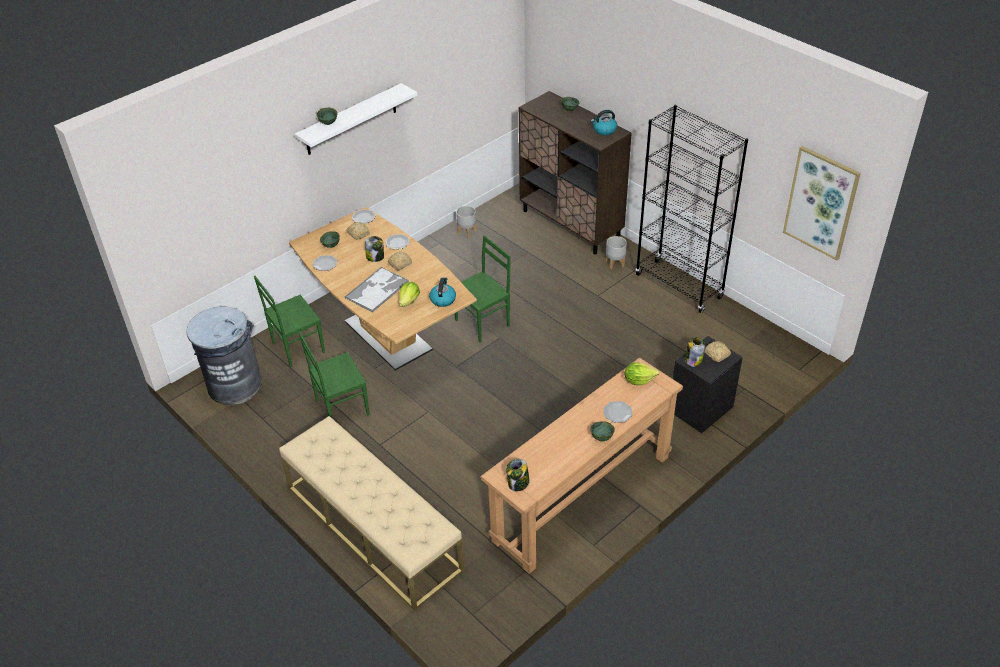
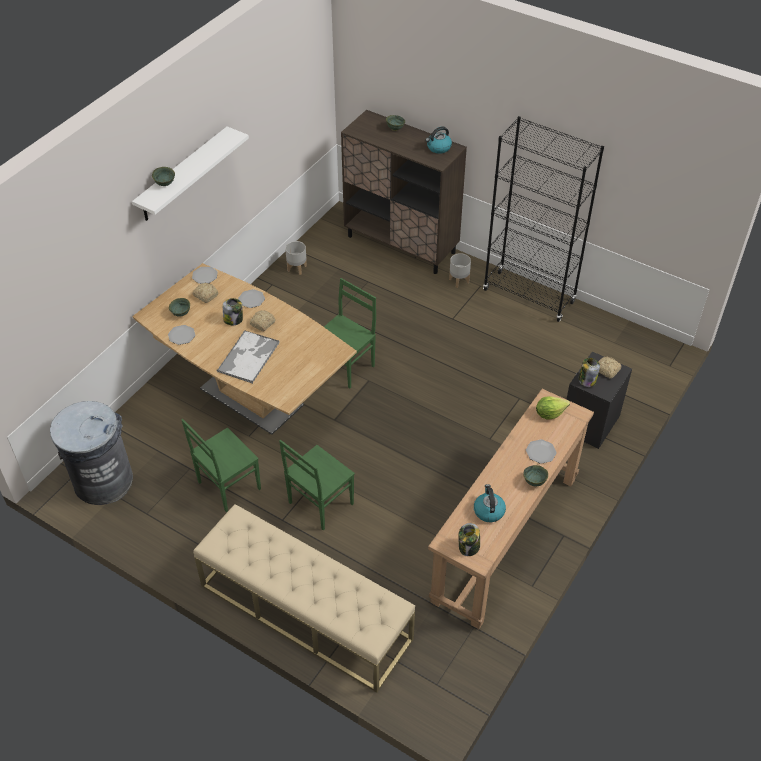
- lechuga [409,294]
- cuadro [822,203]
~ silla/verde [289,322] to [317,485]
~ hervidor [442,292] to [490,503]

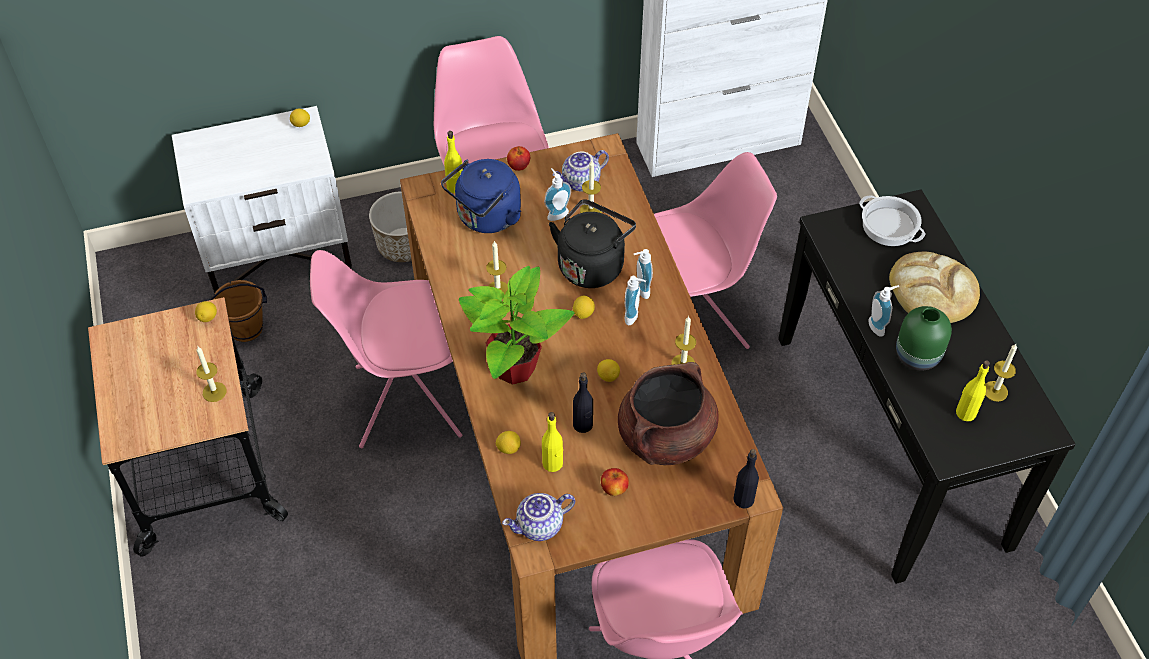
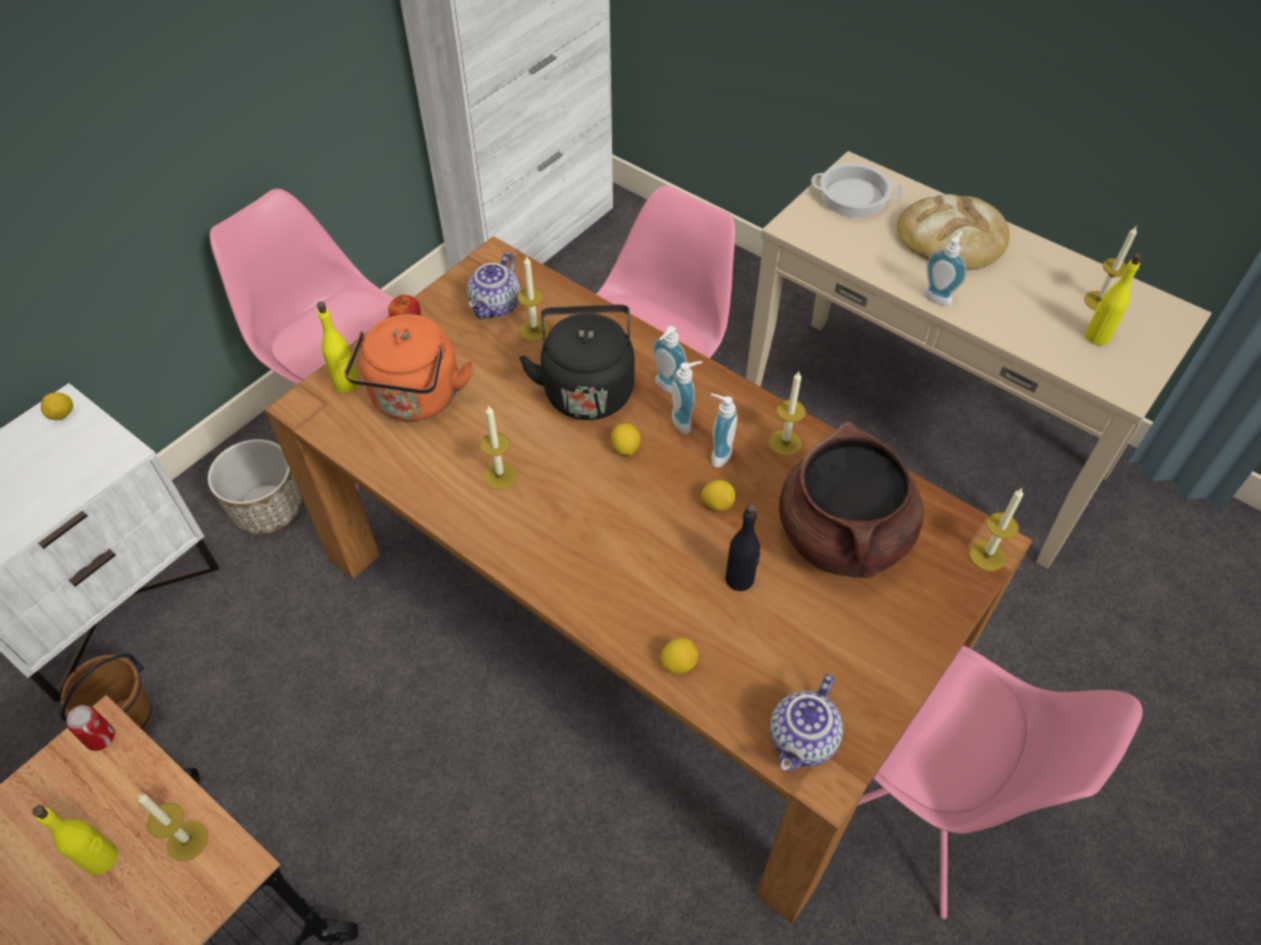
- silla/rosa [386,349]
- planta en maceta [517,325]
- manzana [615,482]
- florero/verde [924,338]
~ botella/amarillo [552,442] to [75,840]
~ dispensador de jabón [557,194] to [724,430]
~ limón [206,311] to lata [90,728]
~ botella/negro [746,479] to vela [996,529]
~ hervidor/azul [481,196] to hervidor/naranja [408,367]
~ mesa consola/negro [927,386] to mesa consola/beis [978,360]

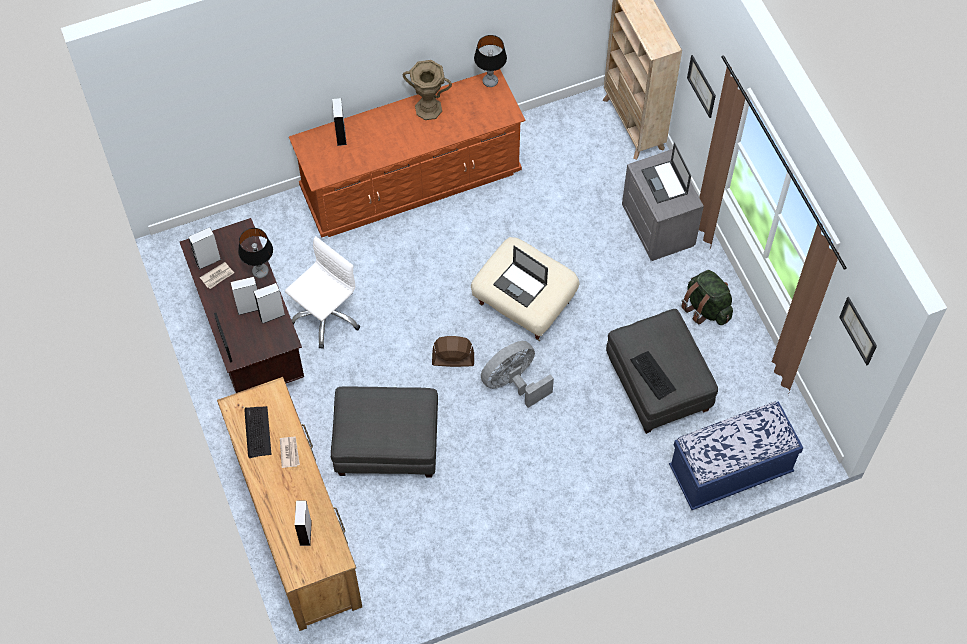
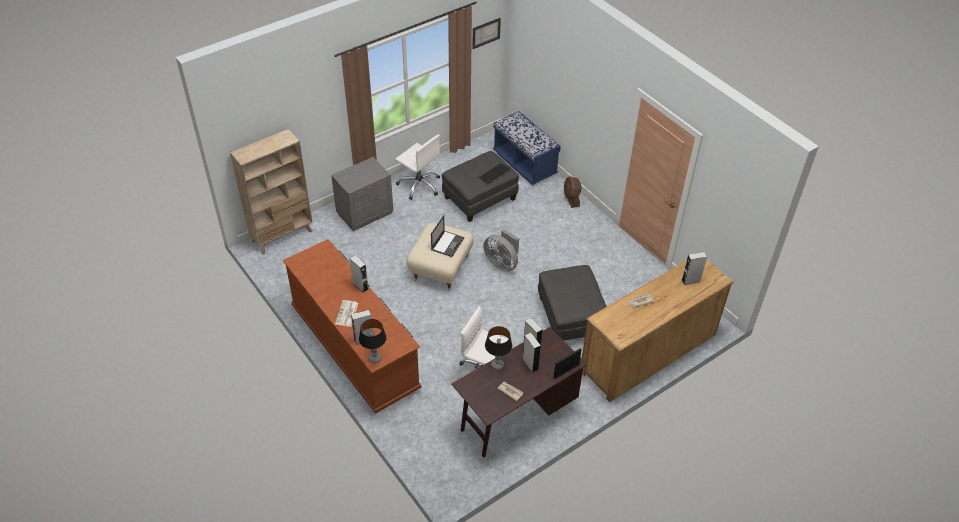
- teclado [258,432]
- florero/marrón [427,90]
- portátil [666,173]
- cuadro [701,86]
+ periódico [346,313]
~ altavoz/gris [204,248] to [359,274]
~ ventilador/marrón [453,351] to [572,192]
~ lámpara de mesa [490,61] to [373,341]
~ mochila/verde [707,297] to silla de oficina/blanco [418,167]

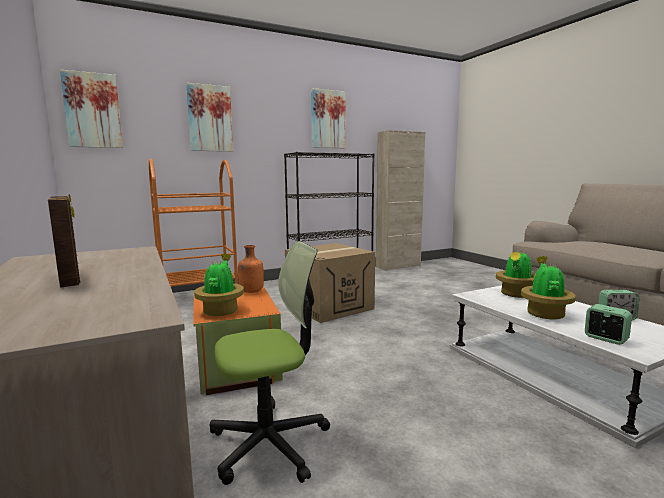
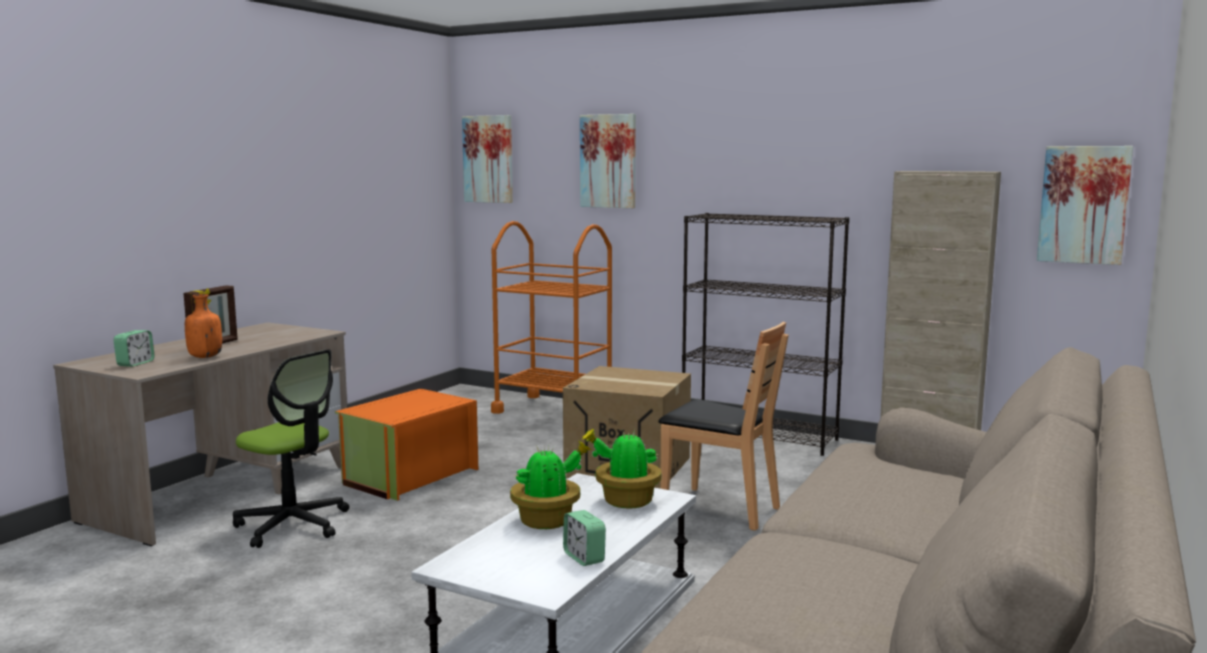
- planta en maceta [219,284]
+ silla/marrón [723,426]
~ botella/naranja [251,269] to [203,326]
~ cuadro [328,118] to [1085,205]
~ despertador [608,324] to [134,348]

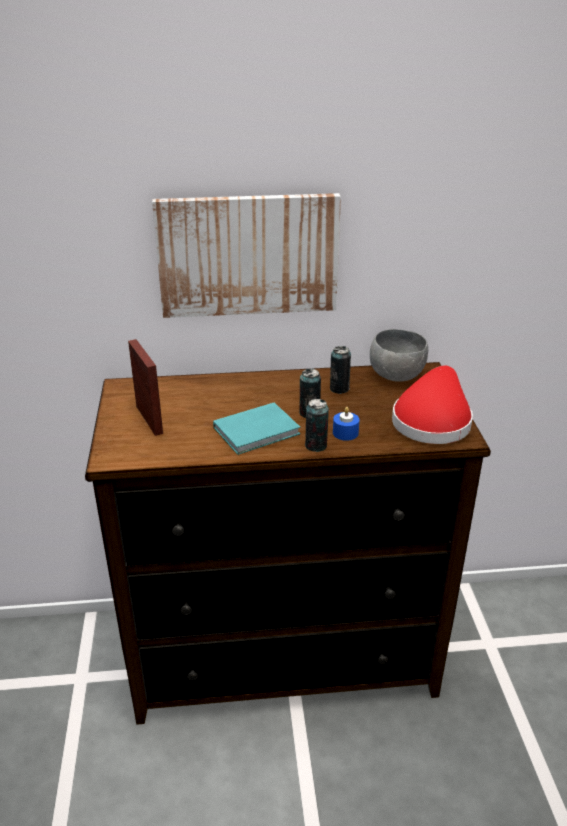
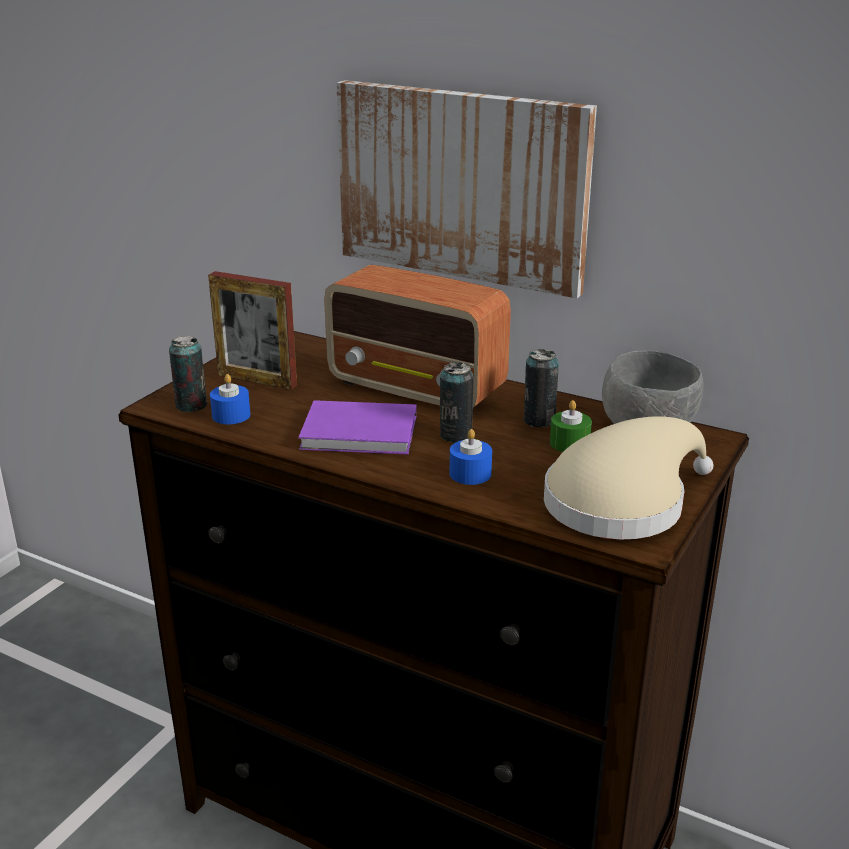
+ vela/azul [230,399]
+ radio [417,336]
+ vela/verde [571,426]
~ lata [317,425] to [188,374]
~ libro/turquesa [256,429] to libro/morado [357,427]
~ sombrero/rojo [432,404] to sombrero/beis [628,477]
~ portarretratos [145,387] = [252,330] 105 degrees clockwise

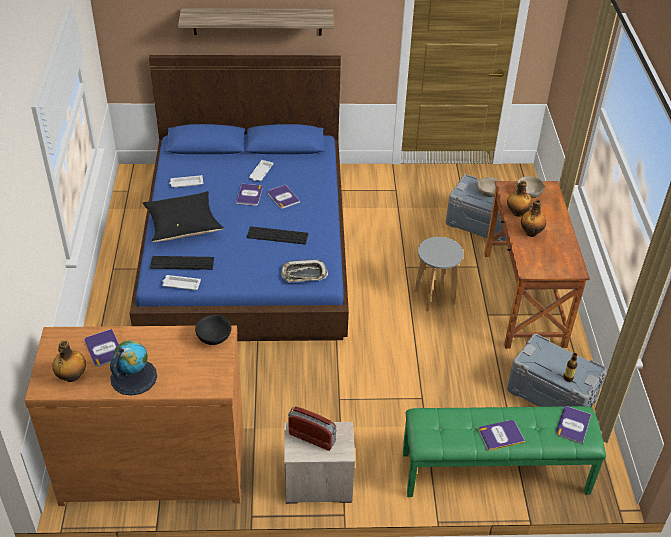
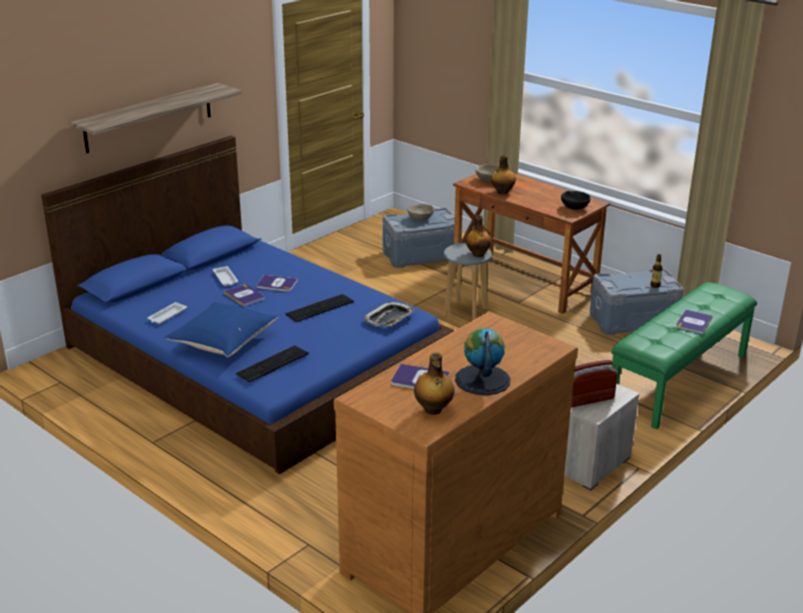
- bandeja/blanco [182,282]
- libro [573,425]
~ cuenco/negro [213,330] to [576,200]
~ botella [533,218] to [478,236]
~ cojín/negro [183,216] to cojín/azul [221,329]

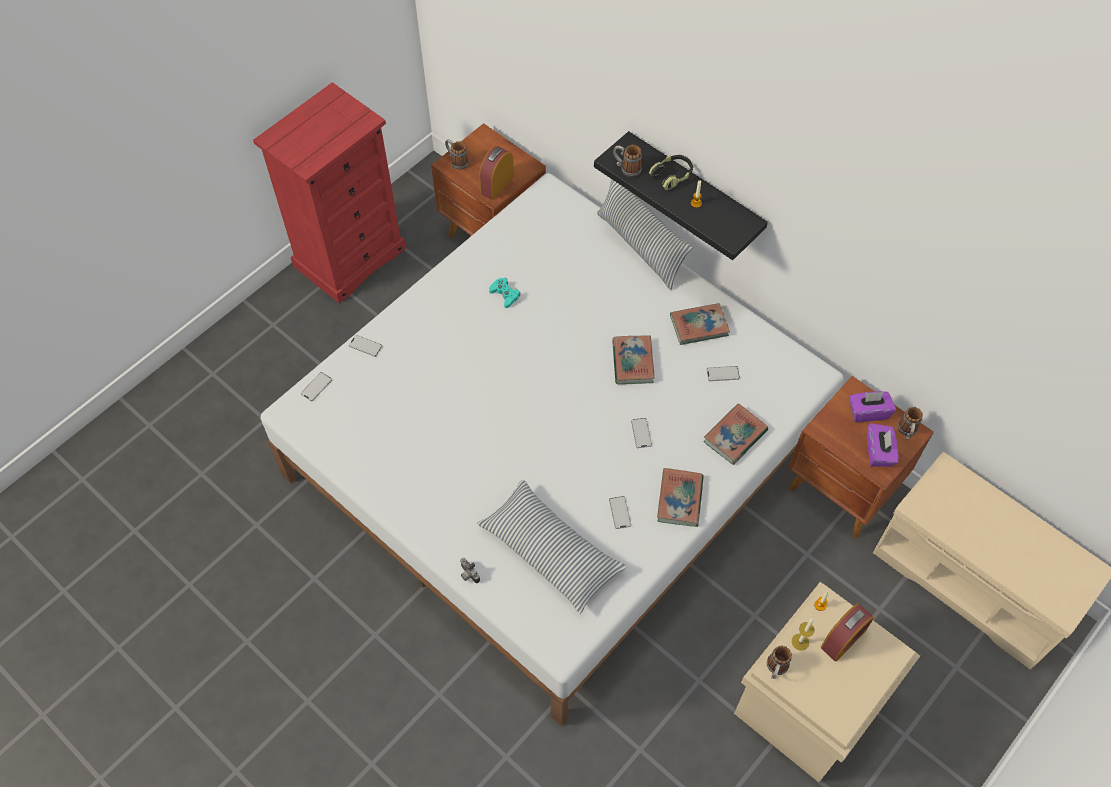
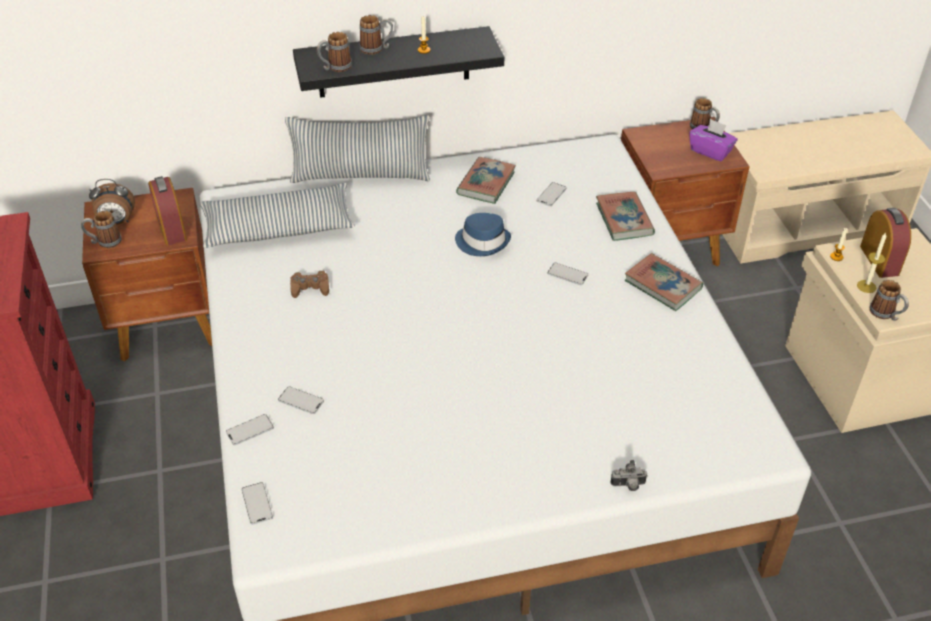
- caja de pañuelos/morado [872,406]
+ despertador [112,202]
~ cojín [551,547] to [277,215]
~ móvil [620,512] to [301,400]
~ libro [633,359] to sombrero/azul [483,234]
~ auriculares [671,172] to taza grande [376,35]
~ mando de consola/turquesa [504,293] to mando de consola/marrón [309,284]

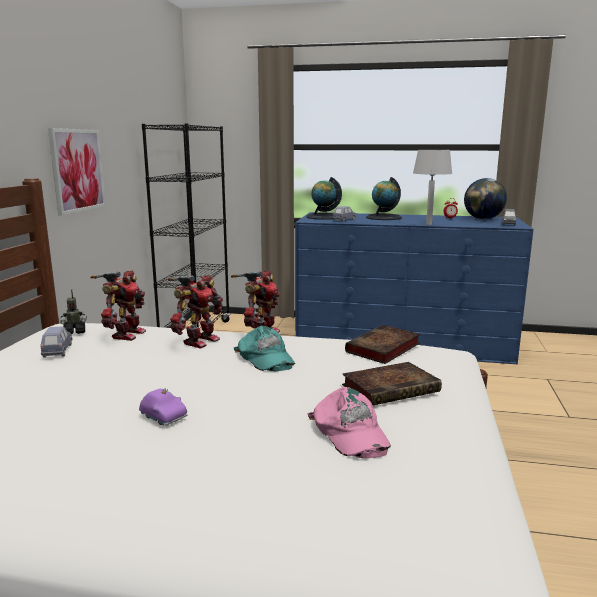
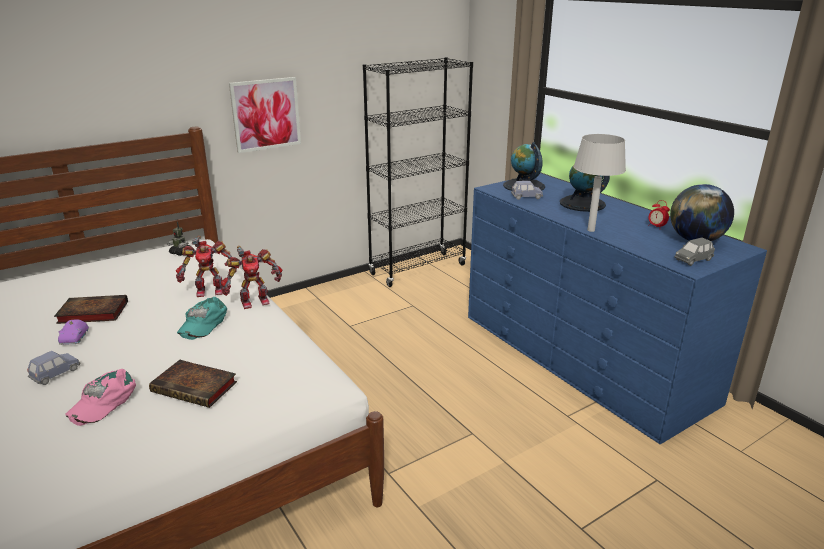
- robot de juguete [118,306]
~ coche de juguete/azul [56,342] to [53,368]
~ libro [382,344] to [91,309]

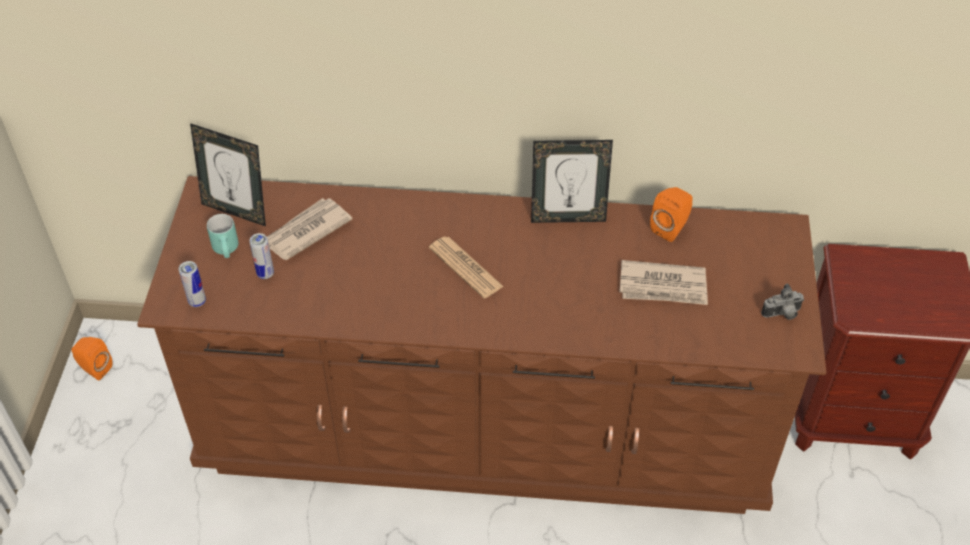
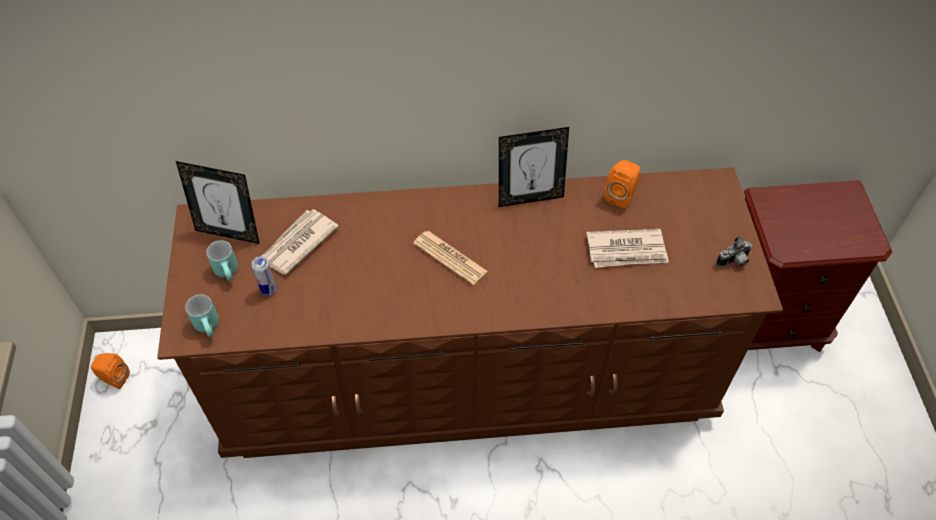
~ lata [192,284] to taza grande/turquesa [202,315]

